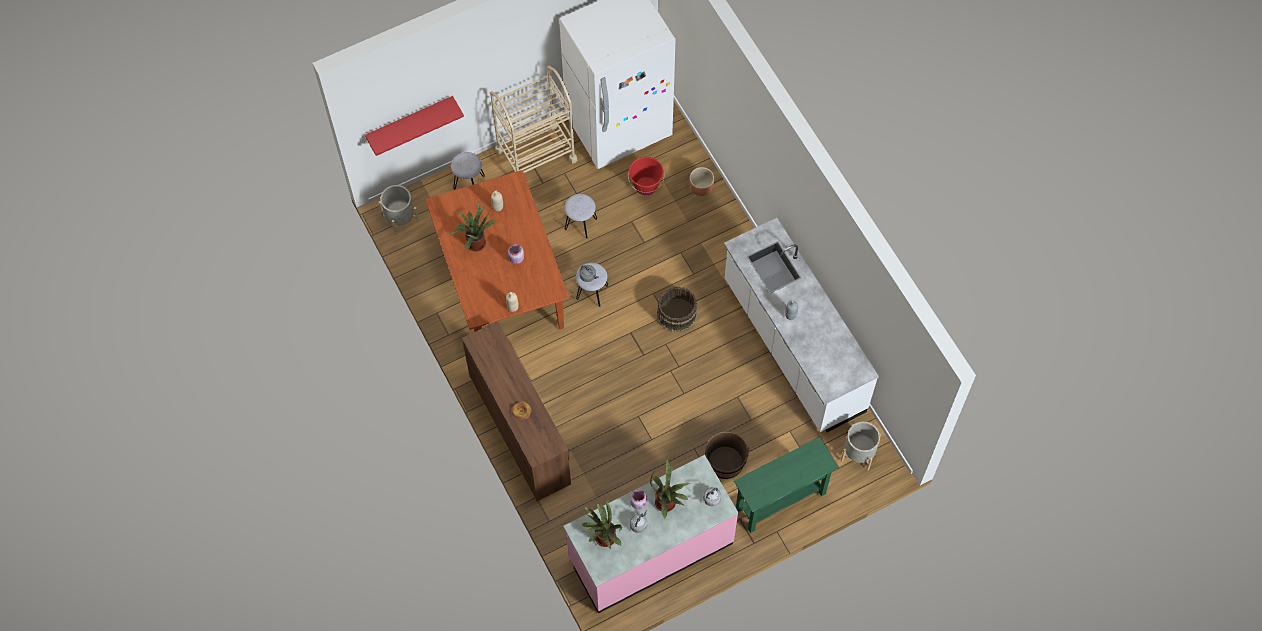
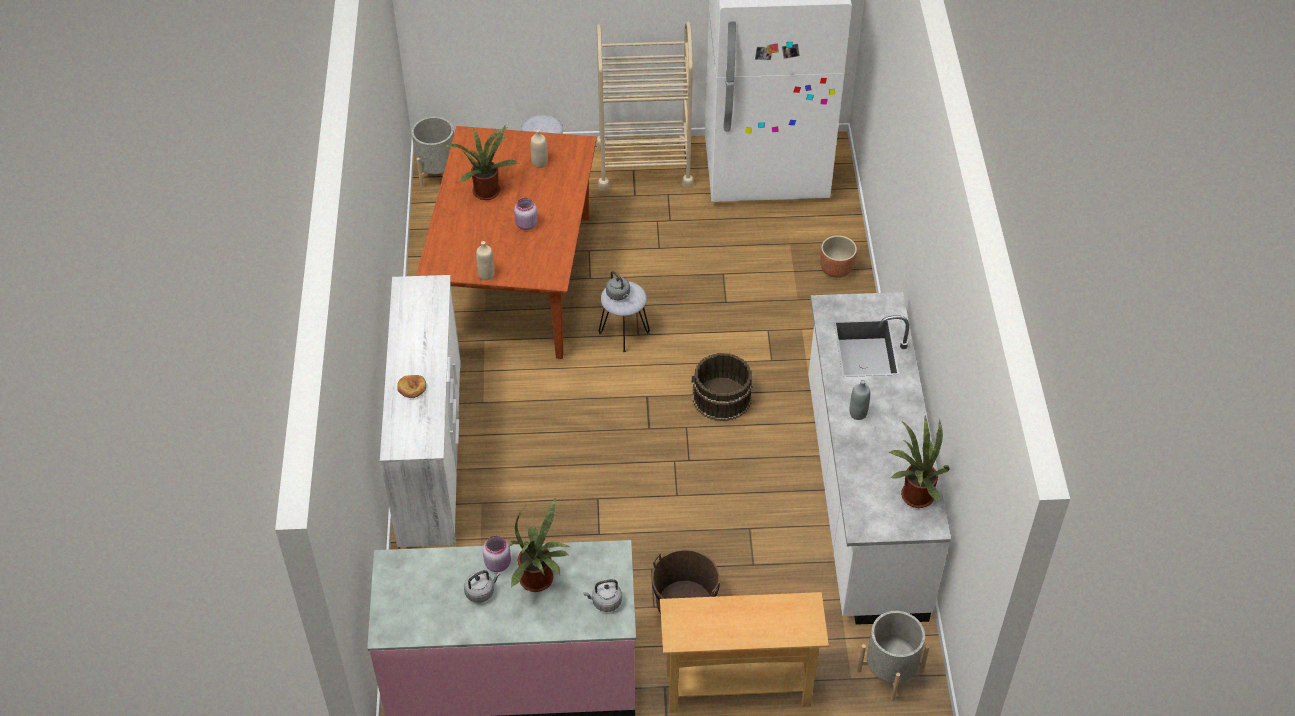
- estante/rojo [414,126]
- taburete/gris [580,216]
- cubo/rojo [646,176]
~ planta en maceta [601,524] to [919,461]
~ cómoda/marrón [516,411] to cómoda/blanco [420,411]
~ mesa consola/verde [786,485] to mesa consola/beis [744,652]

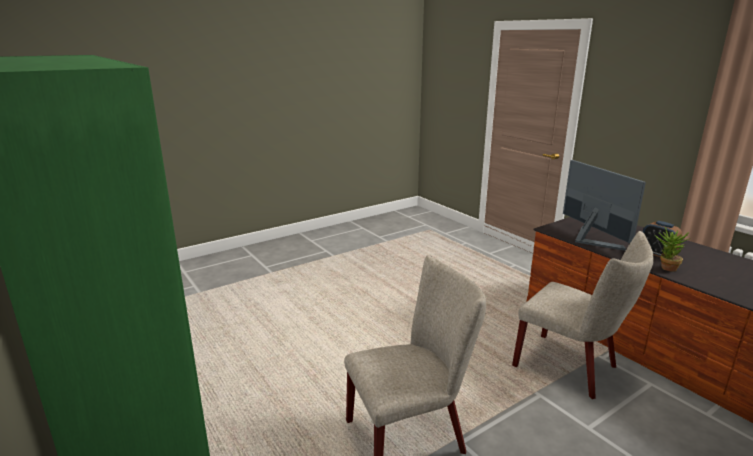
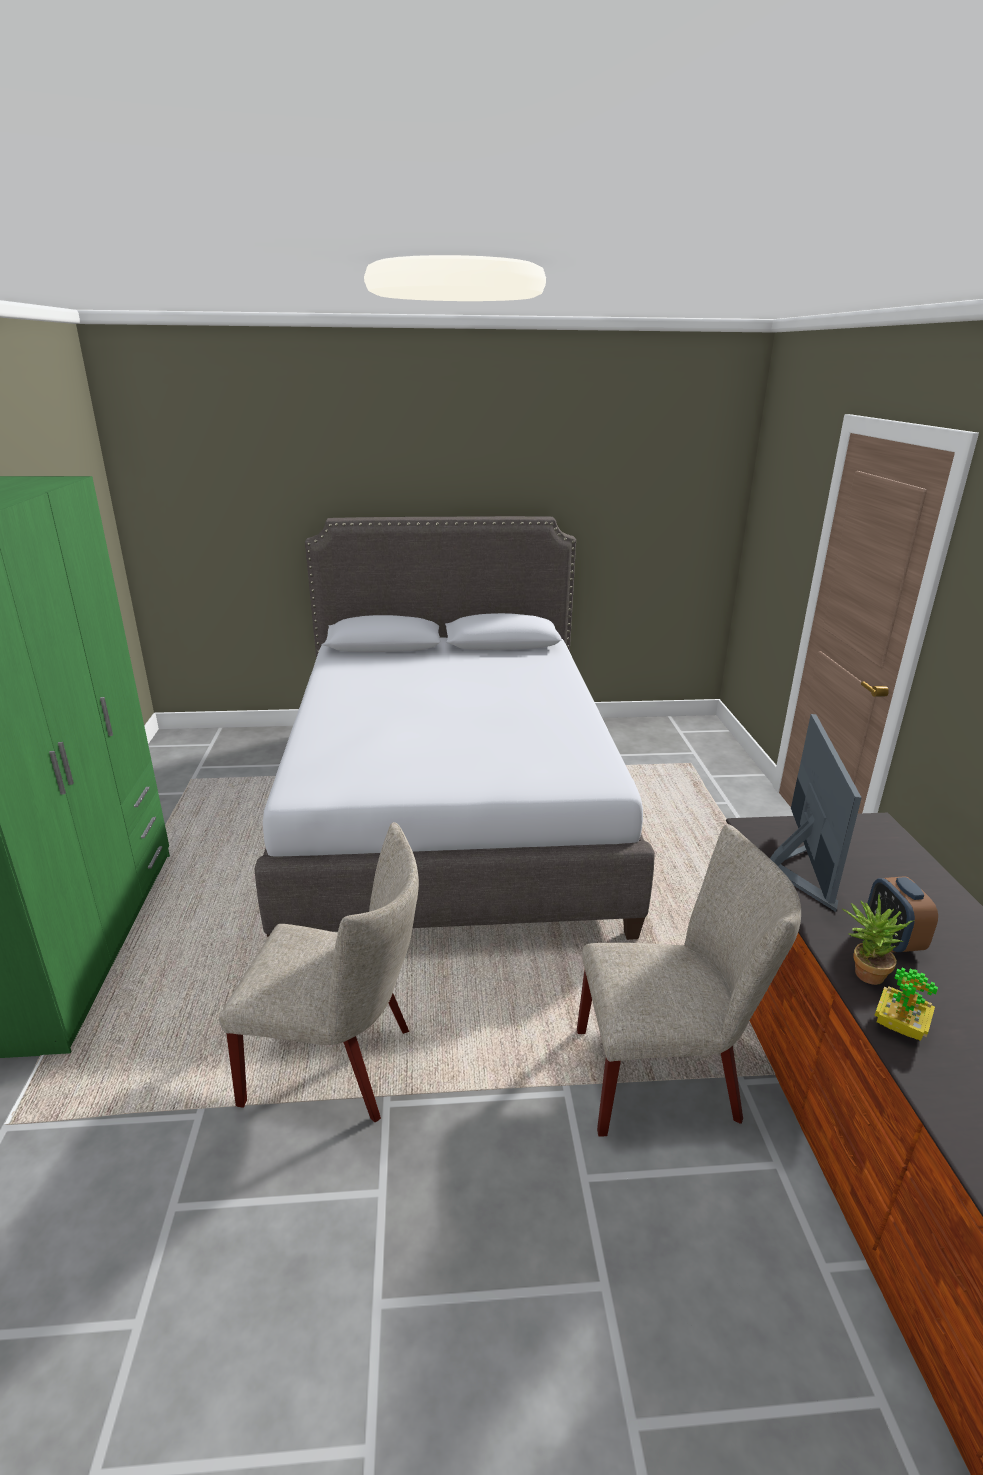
+ cama/gris [455,728]
+ planta en maceta [906,1004]
~ silla/beis [583,315] = [689,980] 75 degrees counterclockwise

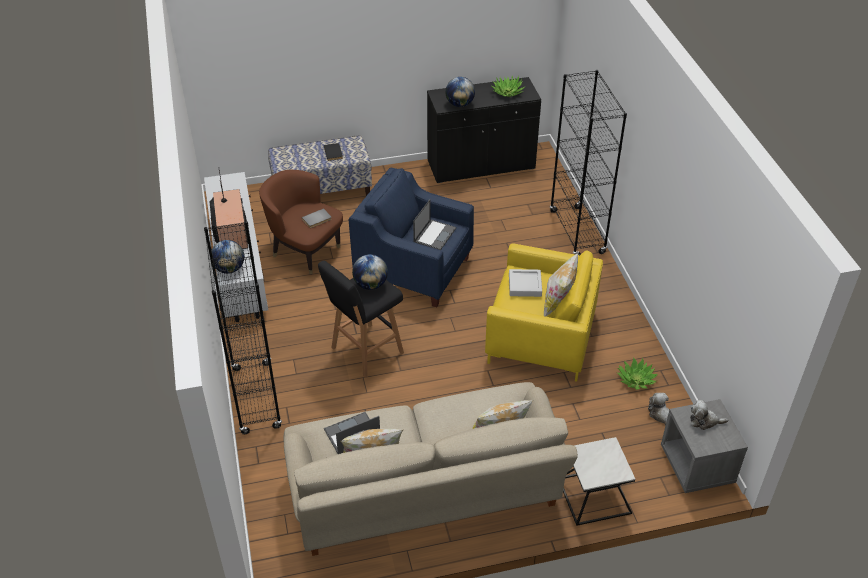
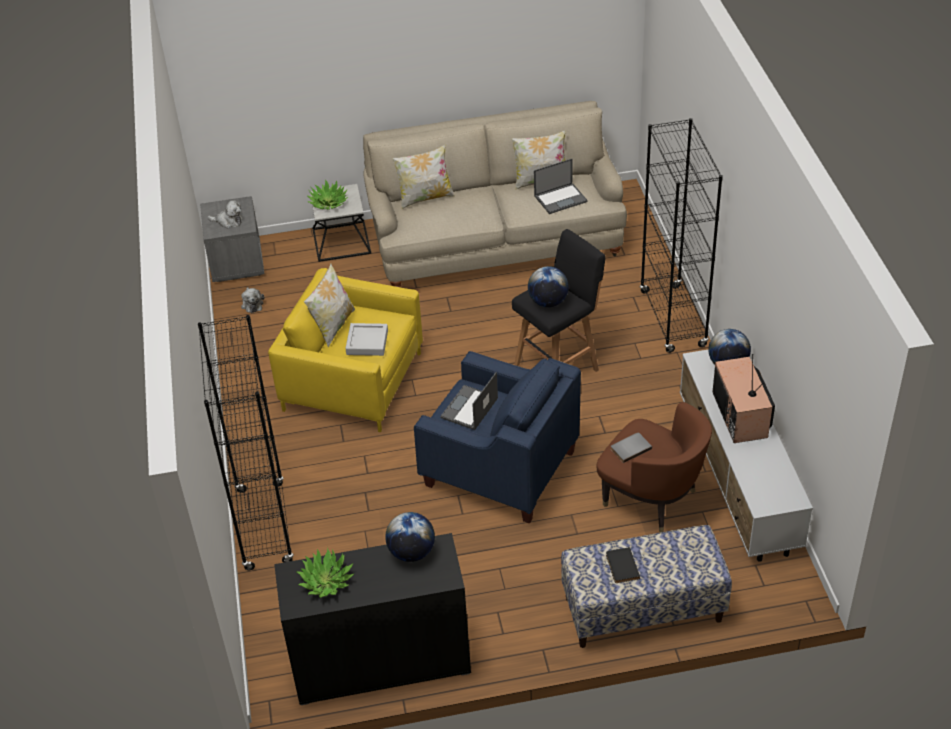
~ planta en maceta [637,373] to [327,194]

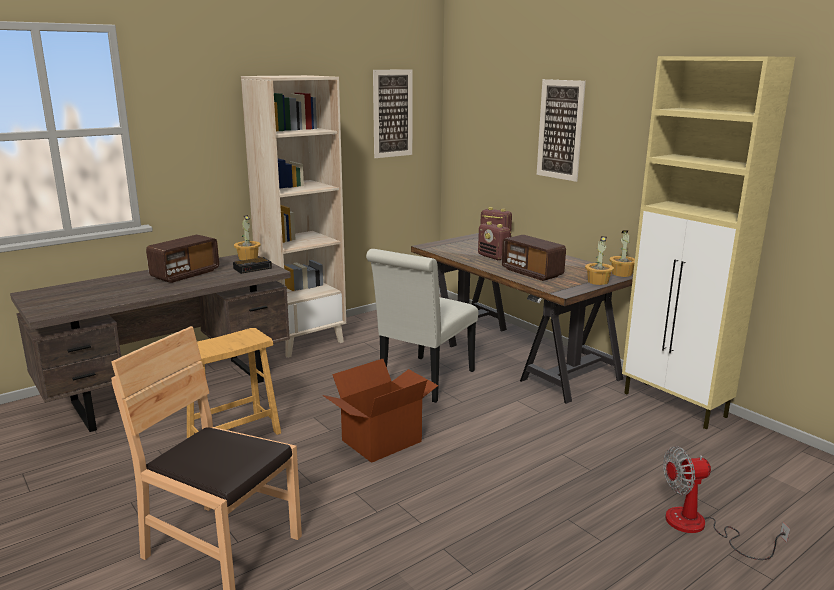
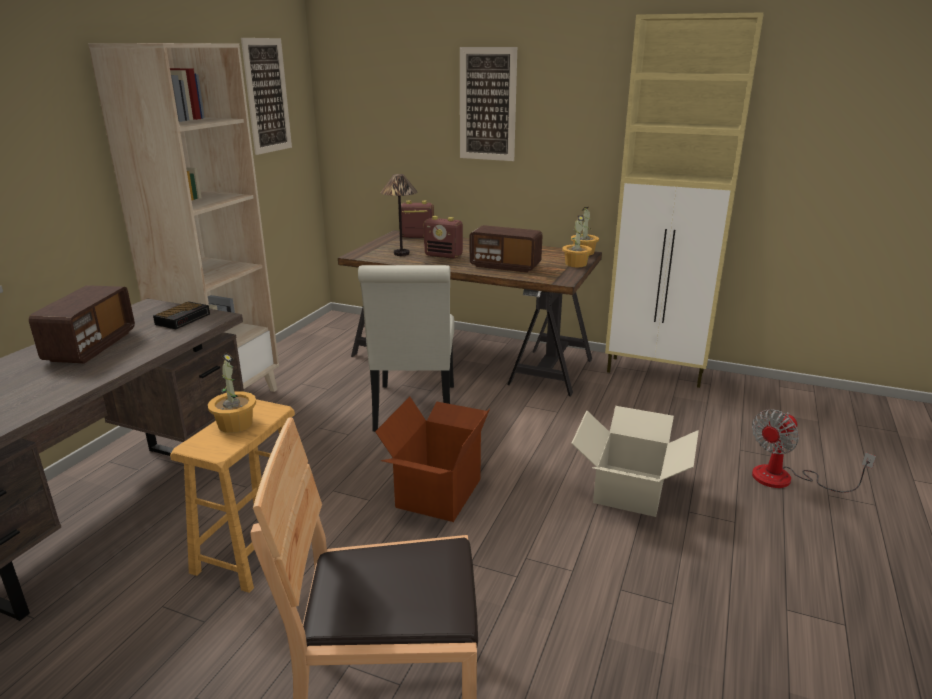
+ lámpara de mesa [399,215]
+ caja de cartón [635,461]
~ planta en maceta [247,237] to [232,392]

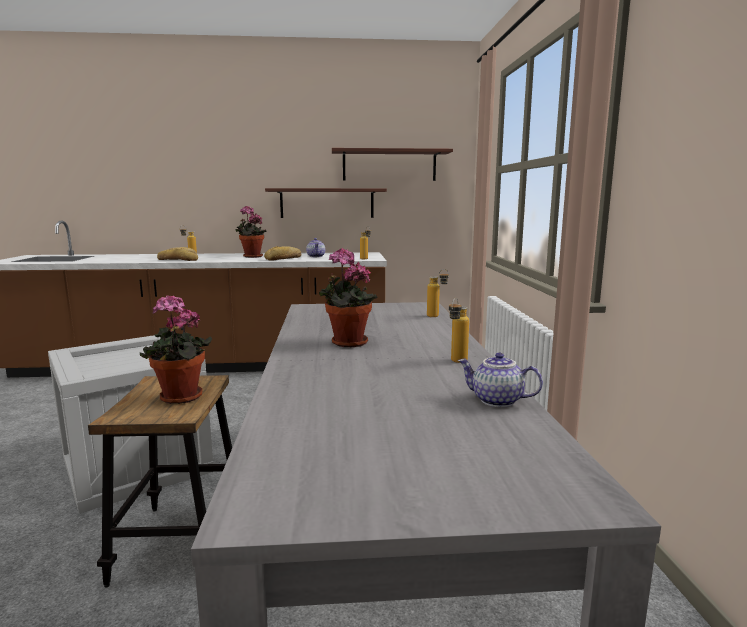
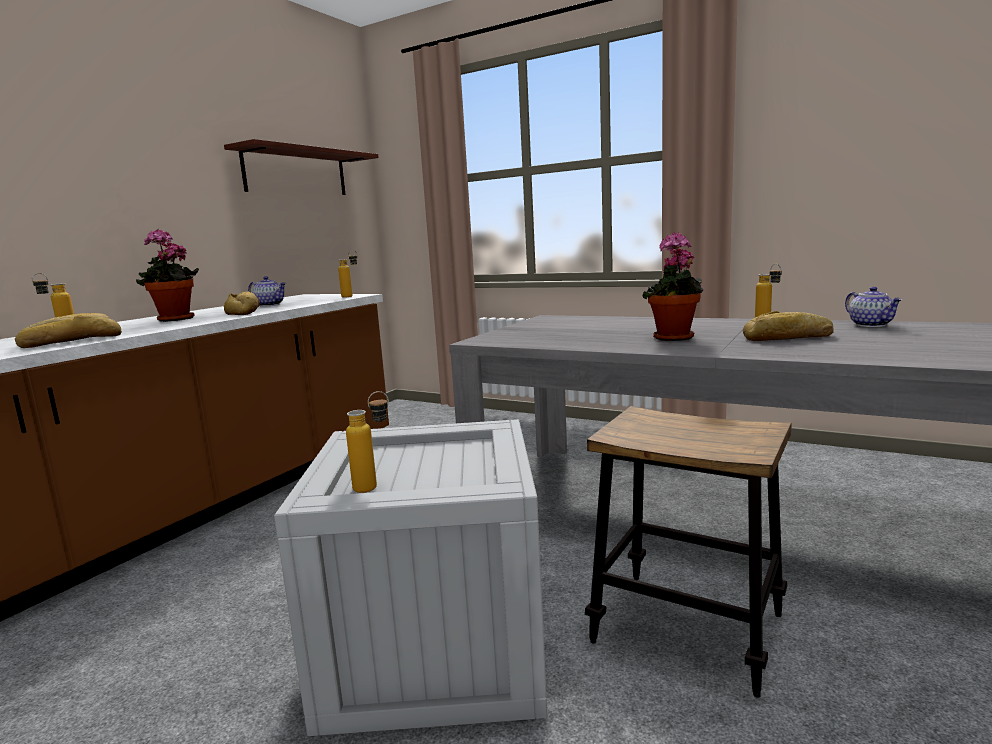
- planta en maceta [175,349]
- estante [326,203]
+ pan [788,326]
~ botella [438,293] to [367,442]
~ tetera [500,380] = [874,307] 75 degrees counterclockwise

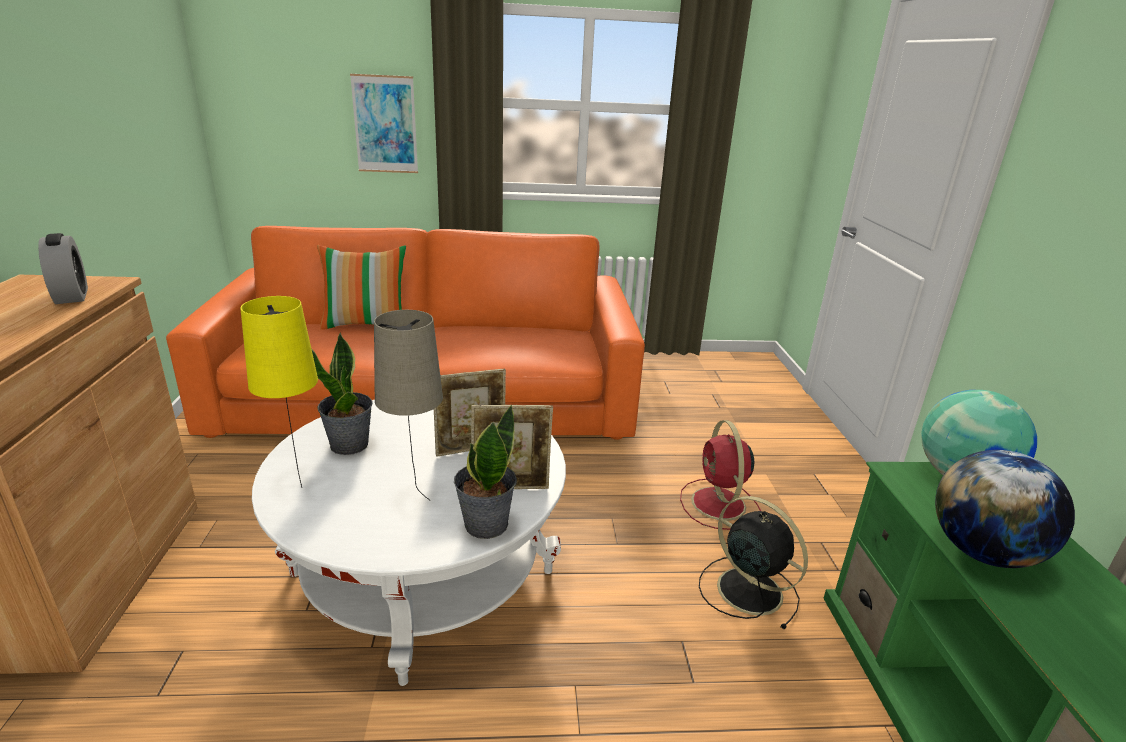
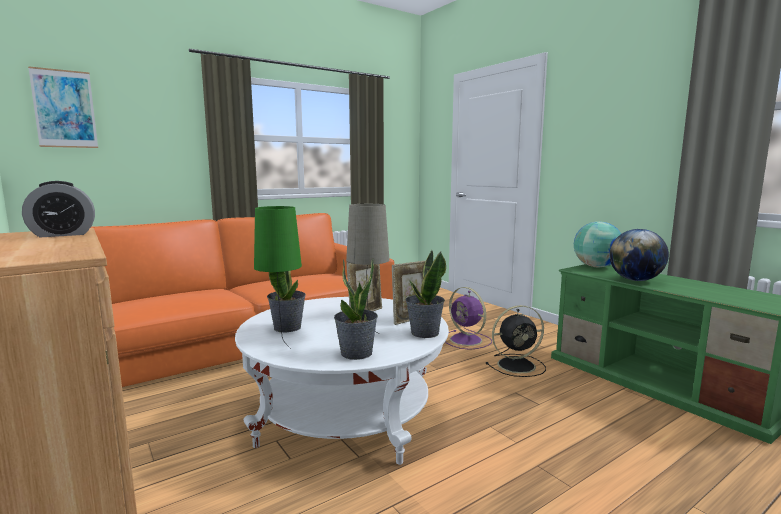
- cojín [361,287]
+ planta en maceta [356,309]
~ cuadro [384,123] to [63,107]
~ lámpara de mesa/amarillo [279,392] to lámpara de mesa/verde [278,277]
~ ventilador/rojo [720,475] to ventilador/morado [468,318]
~ despertador [63,268] = [58,209] 120 degrees clockwise
~ ventilador/negro [753,562] = [515,341] 150 degrees clockwise

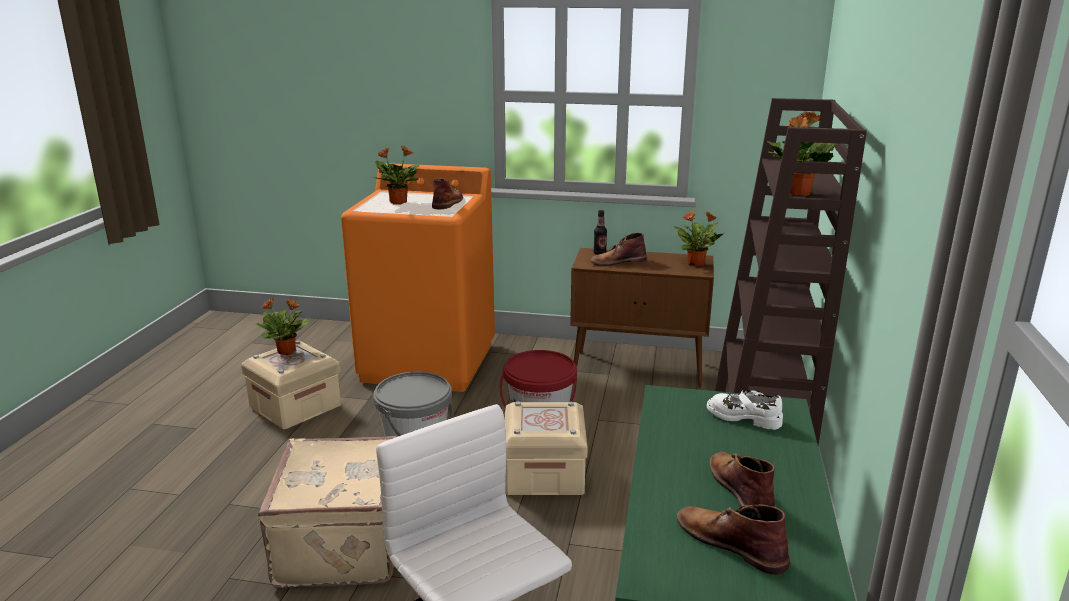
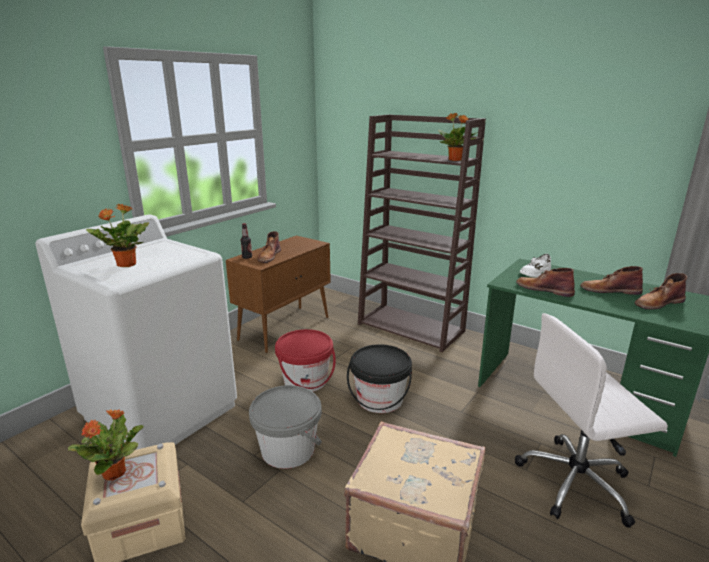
- planta en maceta [699,239]
~ bota/marrón [447,193] to [545,282]
~ caja de almacenaje/beis [546,448] to cubo/negro [379,378]
~ lavadora/naranja [418,277] to lavadora/blanco [136,332]

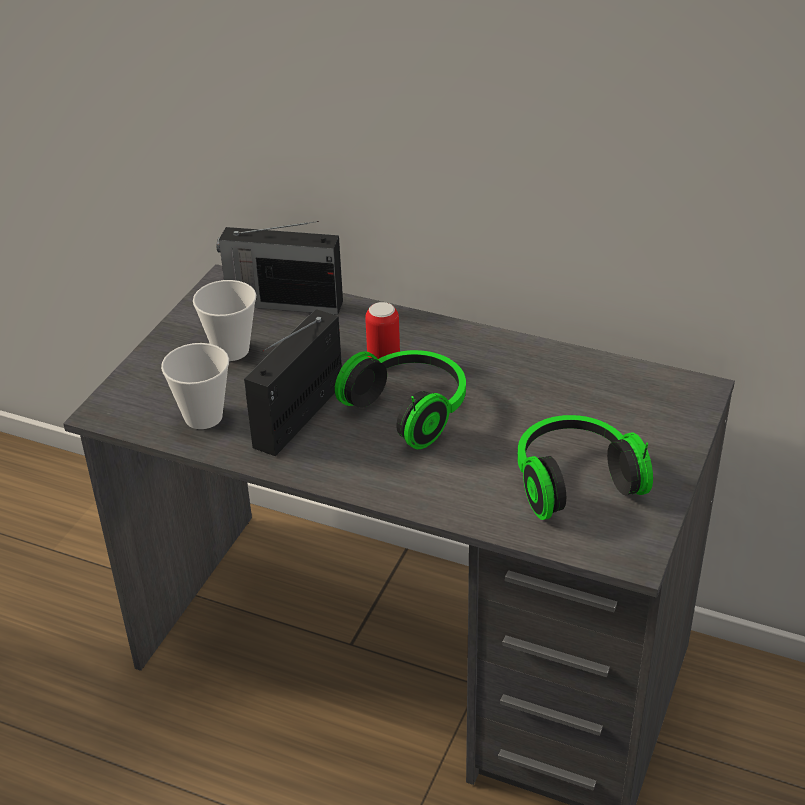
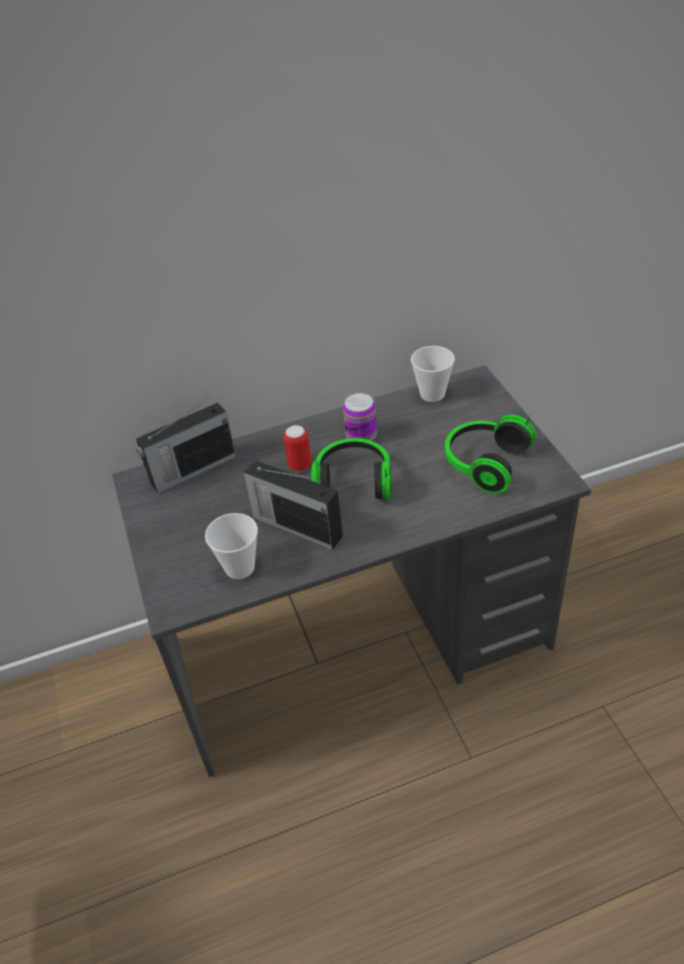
+ lata [360,417]
~ taza [224,320] to [433,374]
~ radio [293,382] = [293,505] 45 degrees counterclockwise

